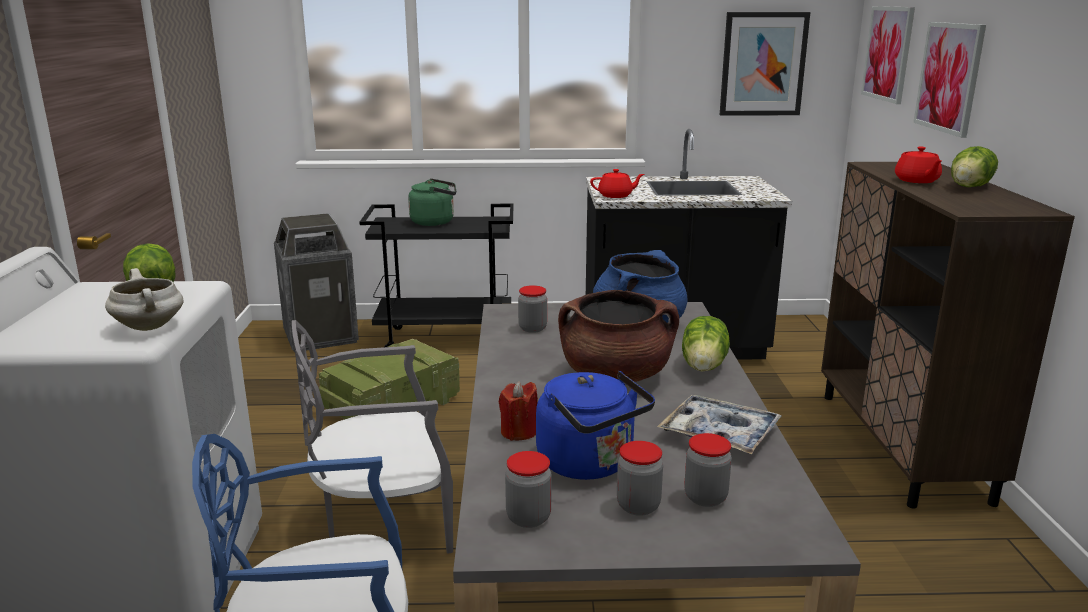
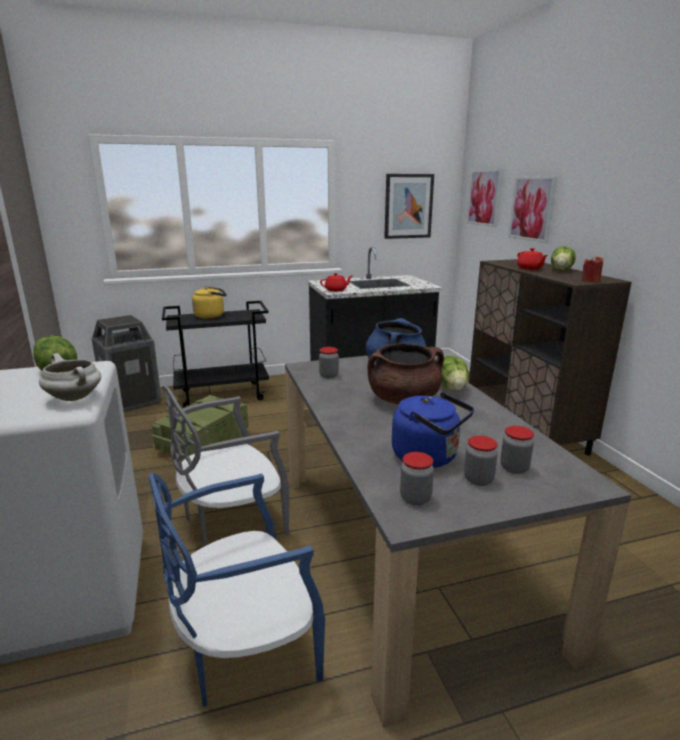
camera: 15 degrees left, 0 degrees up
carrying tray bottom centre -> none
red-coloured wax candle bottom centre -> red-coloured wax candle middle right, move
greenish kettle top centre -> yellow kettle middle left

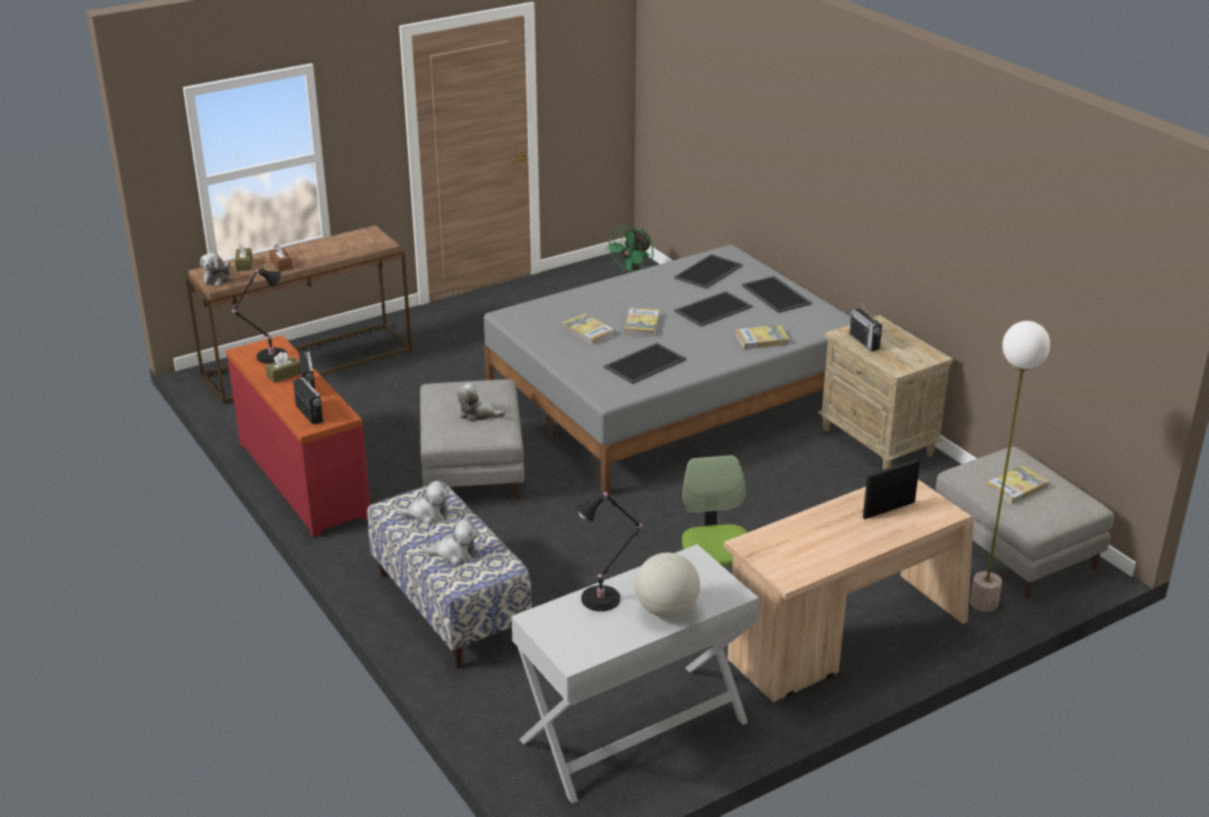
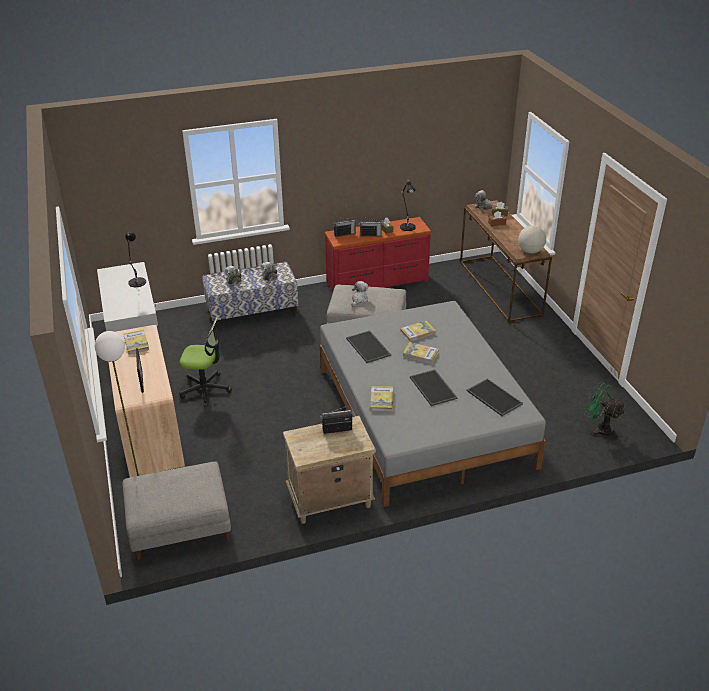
camera: 105 degrees right, 5 degrees up
carrying tray (4th from left) centre -> none
world globe bottom centre -> world globe middle right, move
volume (4th from left in the first image) middle right -> volume (1st from left) middle left, move

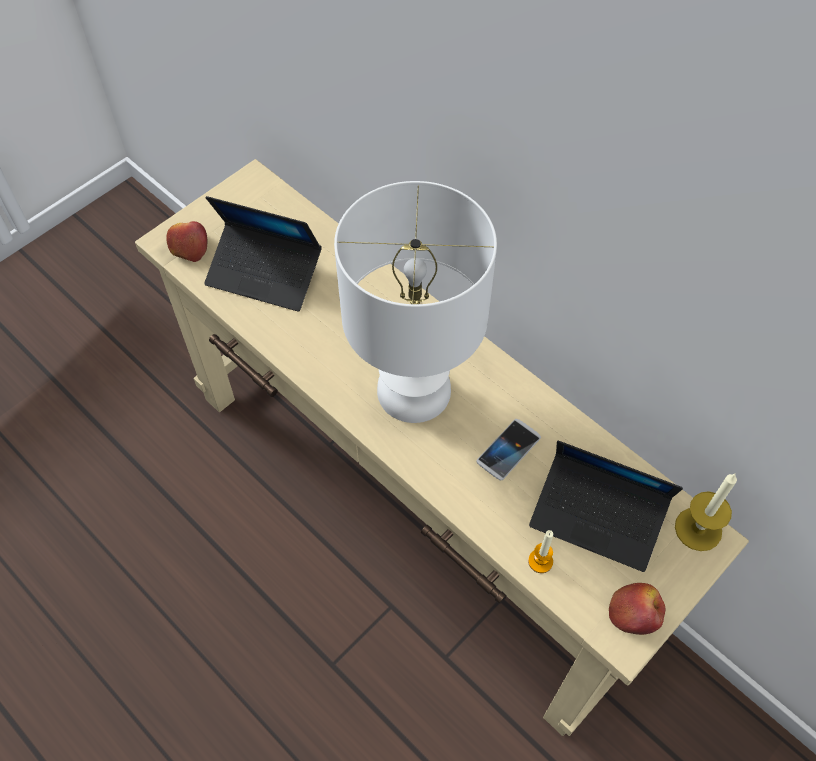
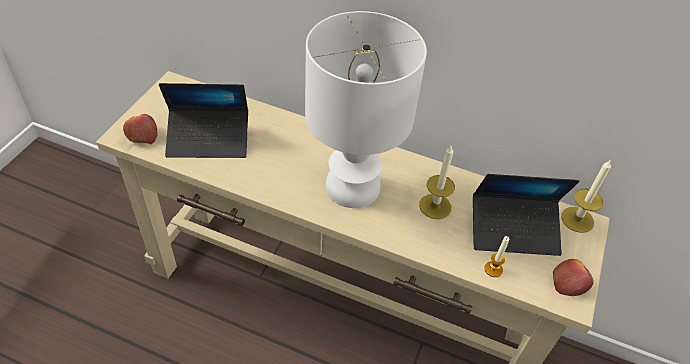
camera: 25 degrees left, 10 degrees down
telephone centre -> wax candle (1st from left) centre

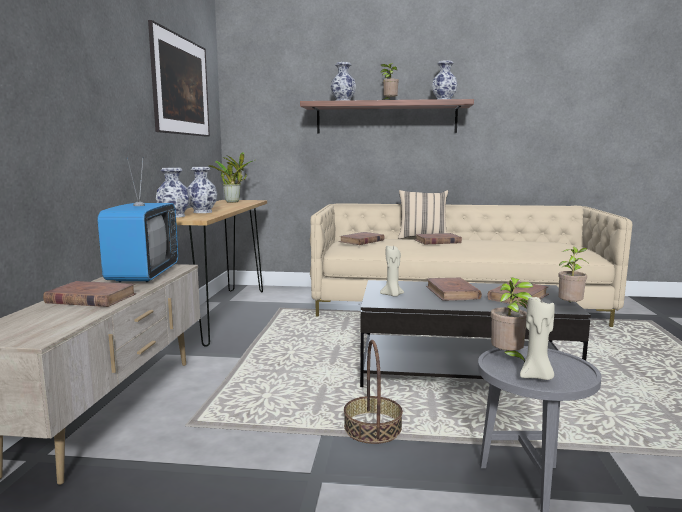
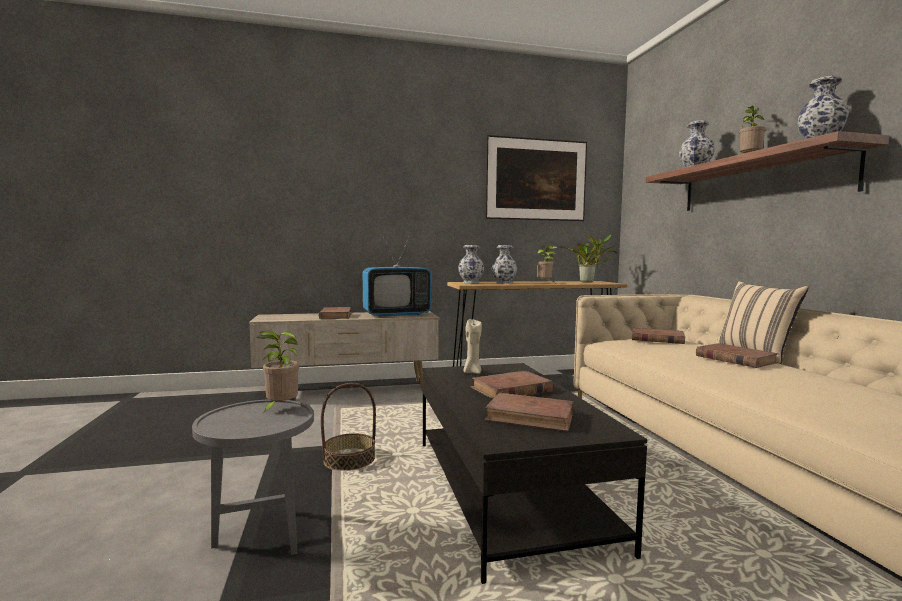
camera: 70 degrees right, 5 degrees down
beige wax candle (2nd from left) middle right -> none
potted plant (4th from left in the first image) middle right -> potted plant (2nd from left) centre, move

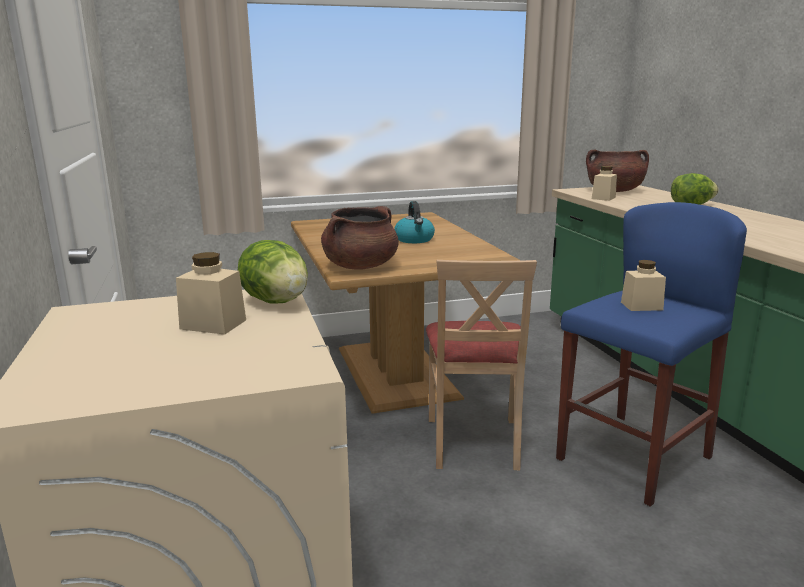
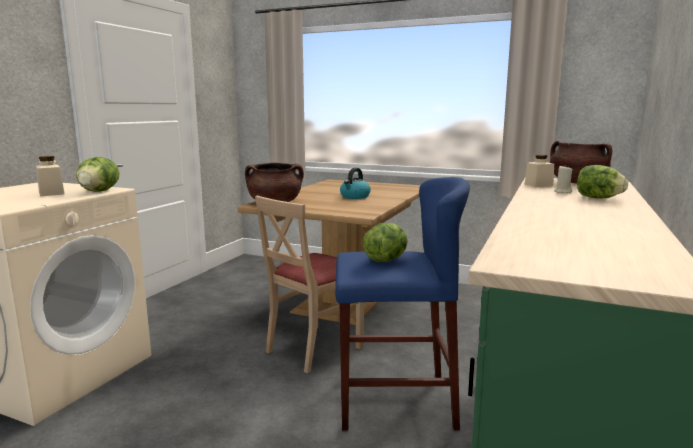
camera: 40 degrees right, 5 degrees down
none -> beige wax candle middle right
beige storage jar (3rd from left) middle right -> lettuce (2nd from left) centre

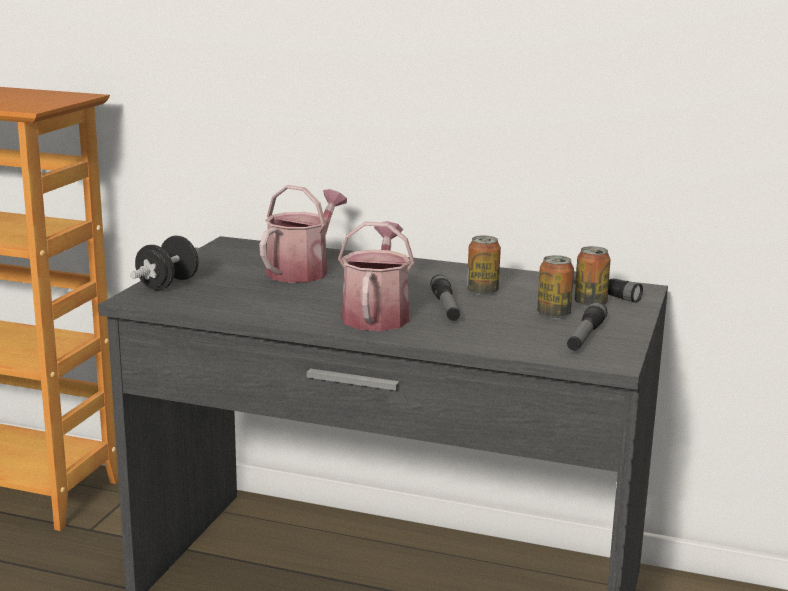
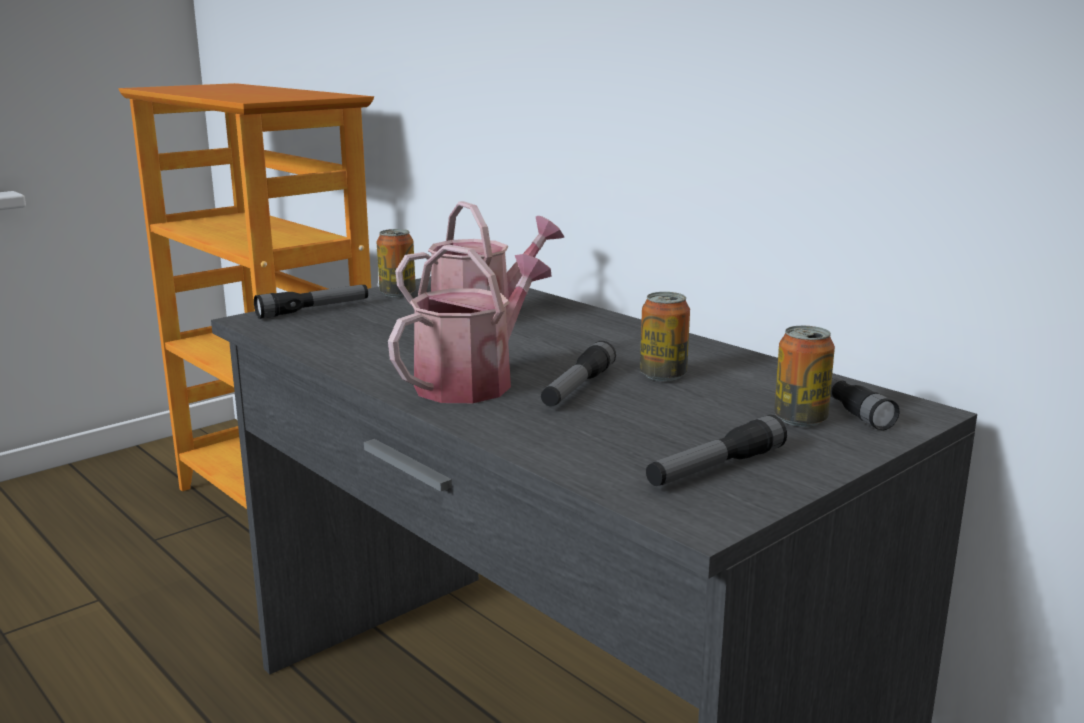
camera: 30 degrees right, 0 degrees up
can (2nd from left in the first image) middle right -> can (1st from left) centre, move
black-coloured hand weight middle left -> hand torch (1st from left) middle left

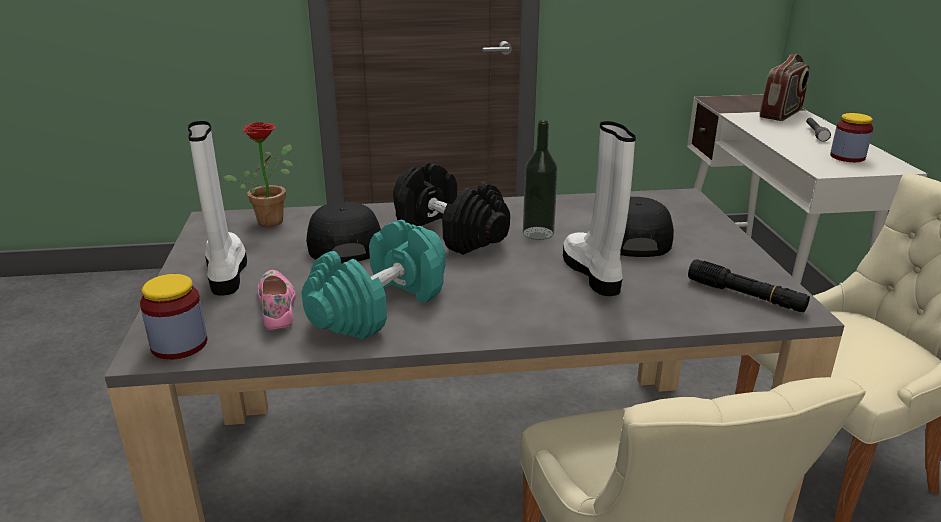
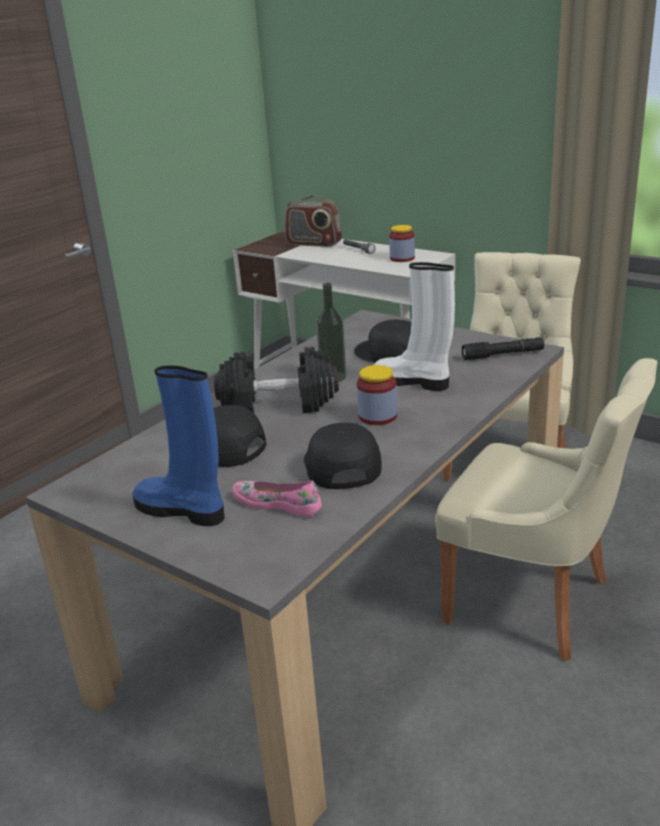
camera: 45 degrees left, 0 degrees up
potted plant middle left -> none
storage jar (1st from left) middle left -> storage jar (1st from left) centre, move
blue-green hand weight centre -> black-coloured peaked cap (2nd from left) centre
white-coloured boot (1st from left) middle left -> blue boot middle left
radio receiver top right -> radio receiver top centre, 120 degrees clockwise

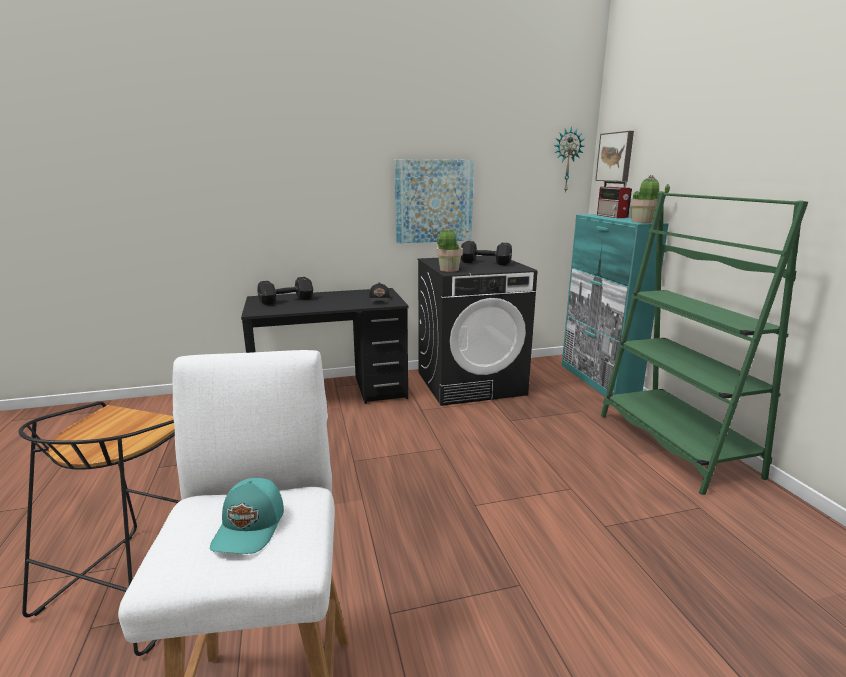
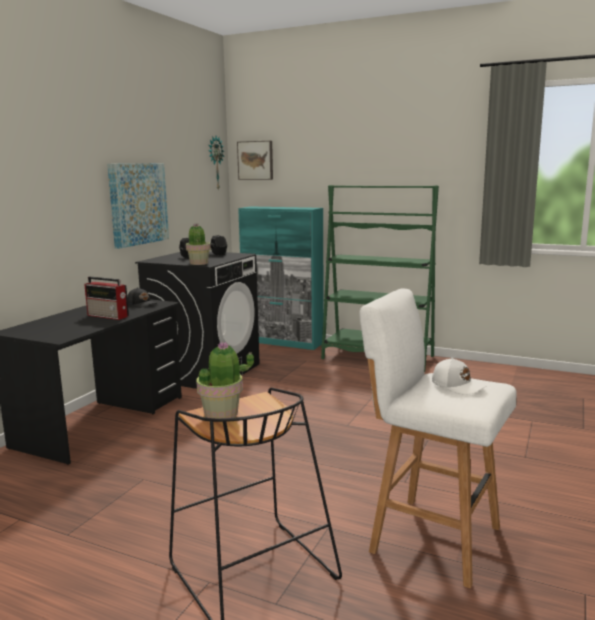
camera: 50 degrees left, 5 degrees down
black-coloured hand weight (1st from left) centre -> none
radio receiver top right -> radio receiver middle left, move
potted plant (2nd from left) top right -> potted plant (2nd from left) centre, move
blue-green peaked cap bottom left -> white-coloured peaked cap middle right

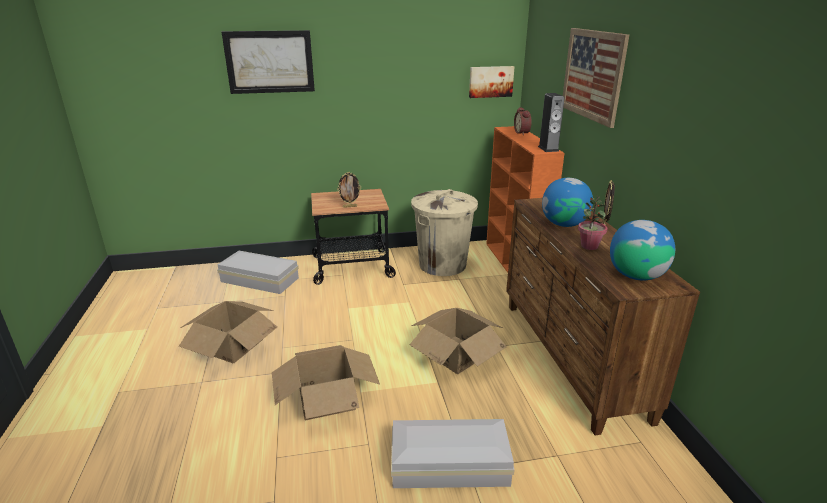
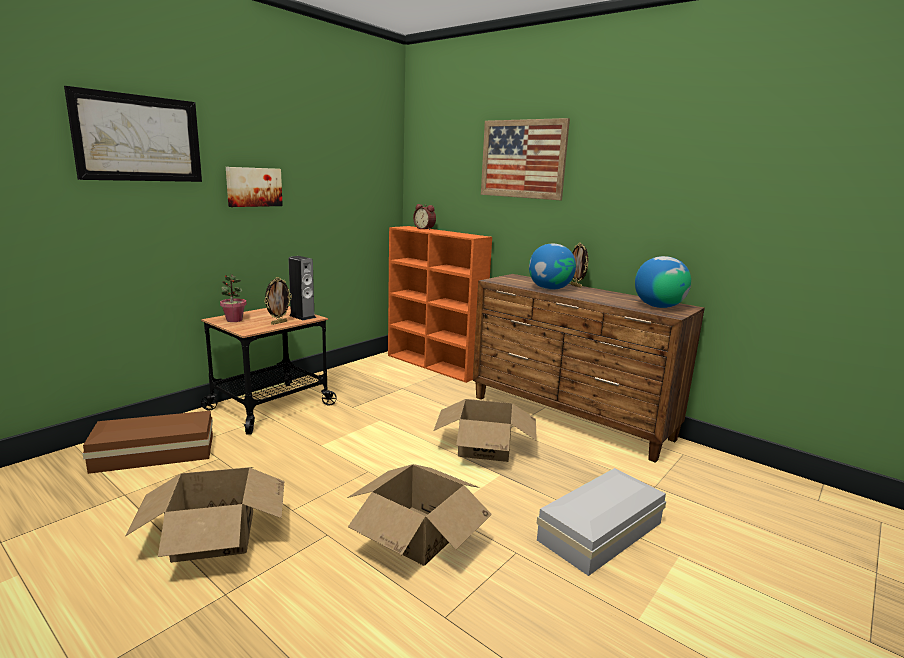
camera: 40 degrees left, 10 degrees down
beige waste bin centre -> none
wall art (2nd from left) top centre -> wall art (2nd from left) top left, move
loudspeaker top centre -> loudspeaker centre, move
potted plant middle right -> potted plant middle left, move
white-coloured storage box (1st from left) middle left -> brown-coloured storage box bottom left

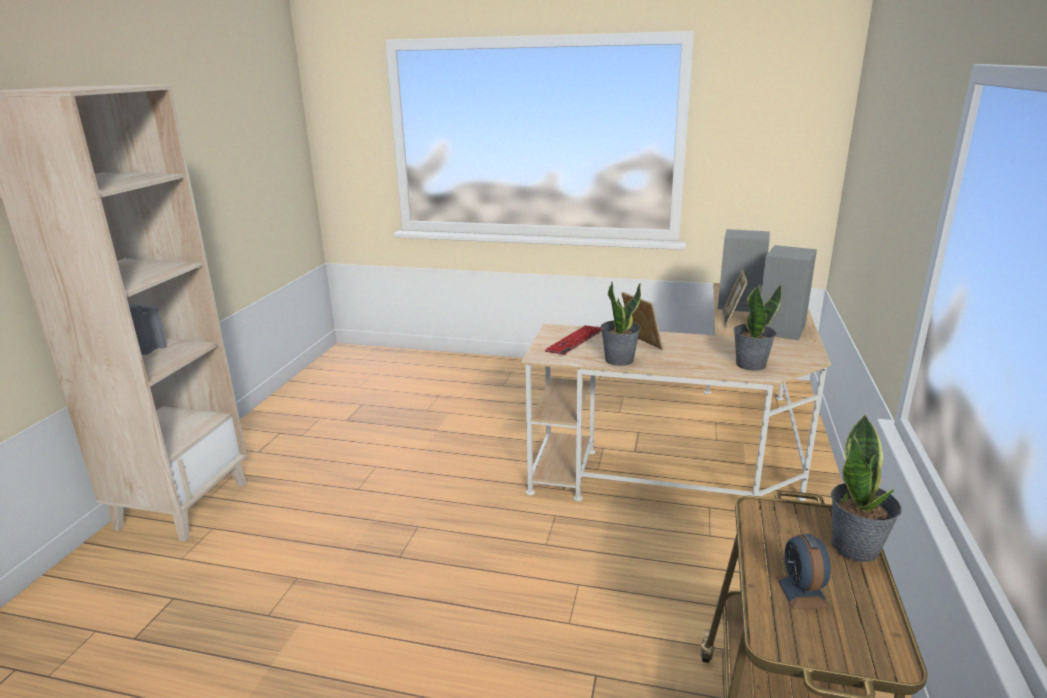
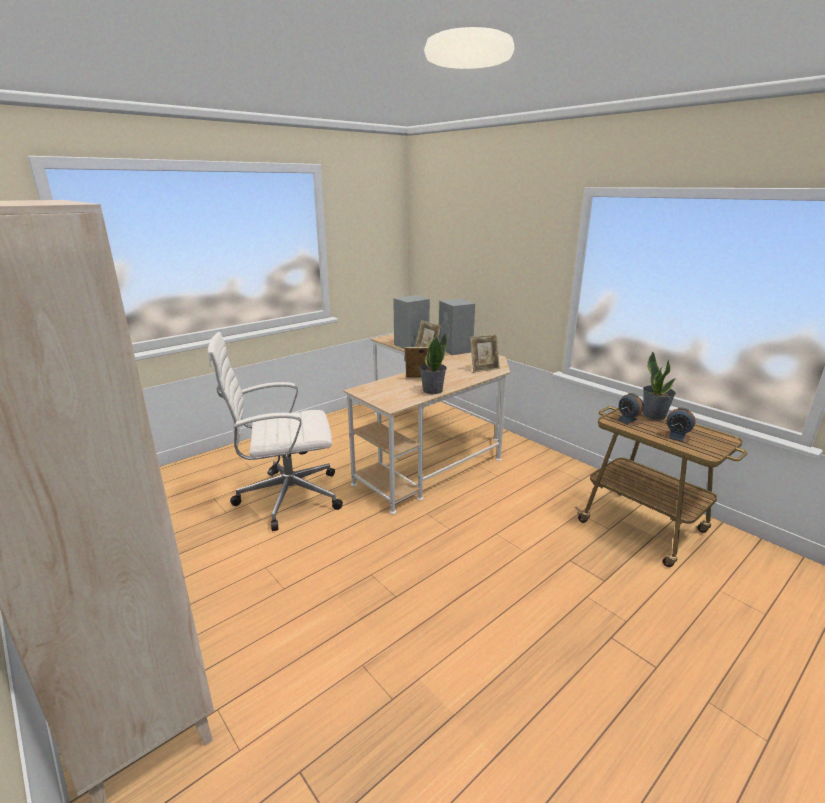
camera: 55 degrees left, 0 degrees up
PC keyboard centre -> none
none -> white-coloured desk chair centre
none -> alarm clock (1st from left) middle right
potted plant (2nd from left) middle right -> standing frame (3rd from left) centre

